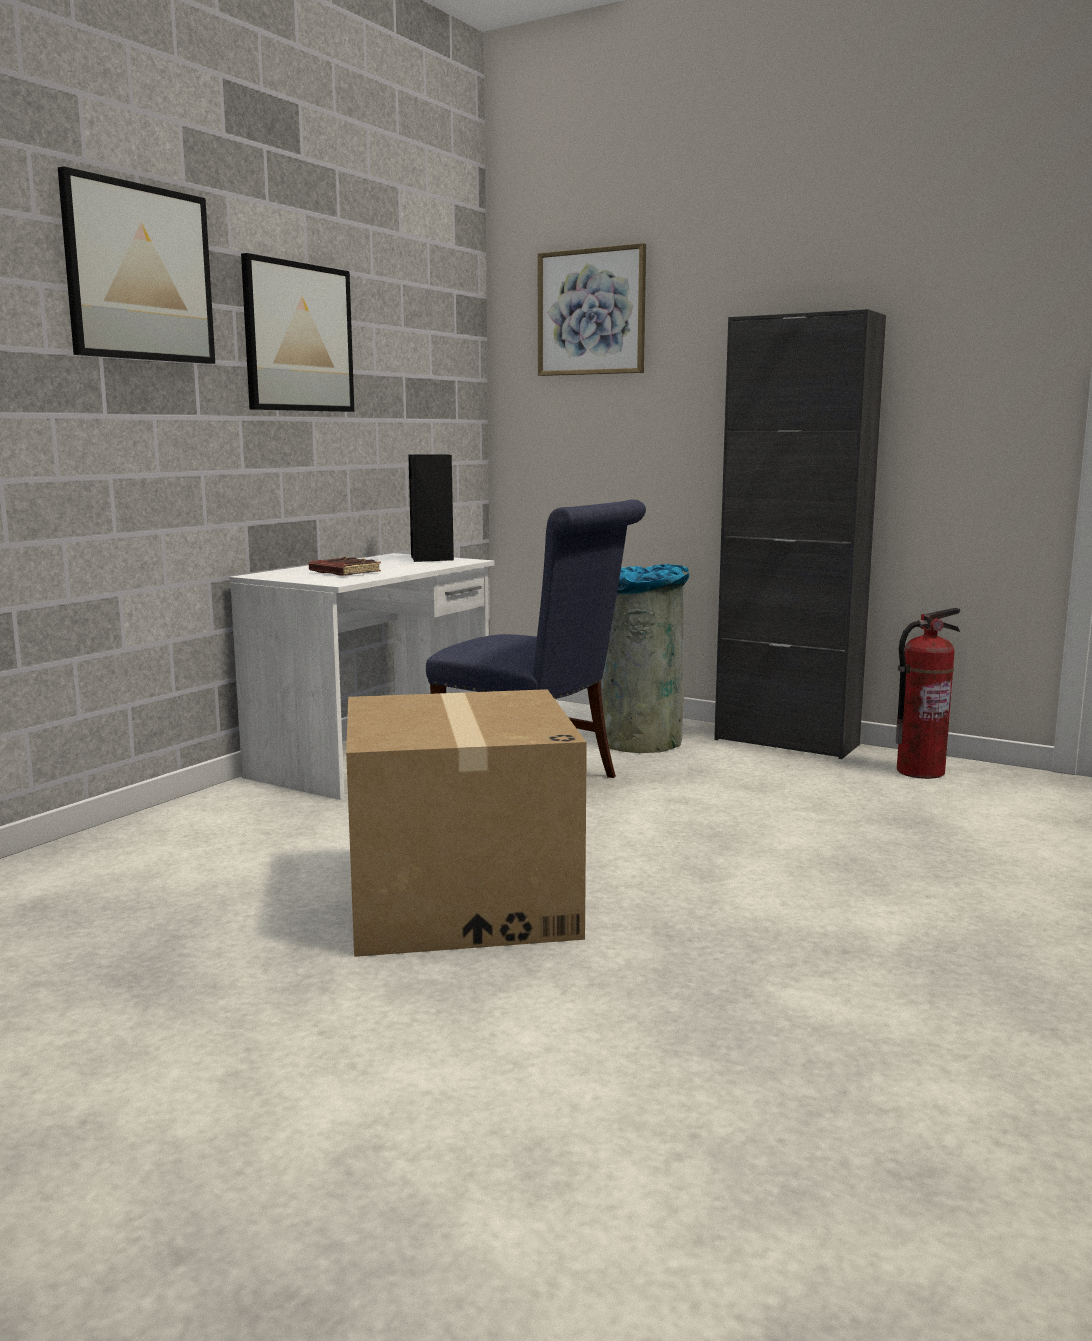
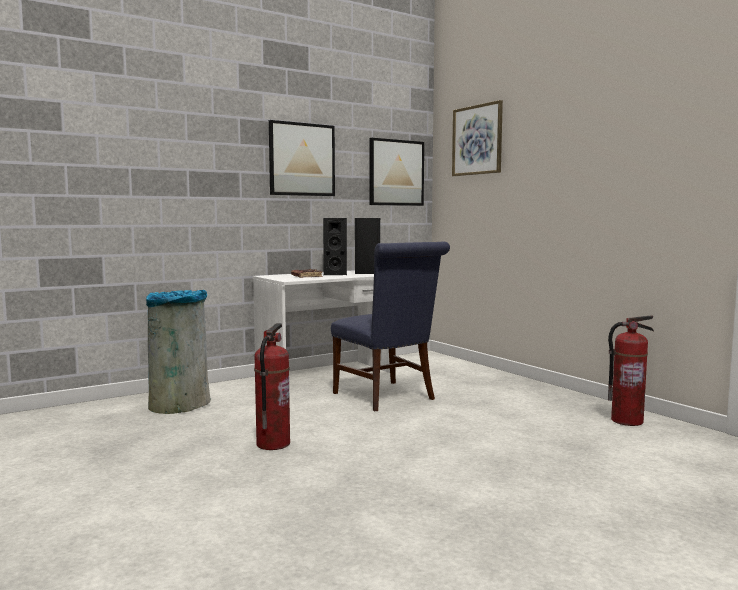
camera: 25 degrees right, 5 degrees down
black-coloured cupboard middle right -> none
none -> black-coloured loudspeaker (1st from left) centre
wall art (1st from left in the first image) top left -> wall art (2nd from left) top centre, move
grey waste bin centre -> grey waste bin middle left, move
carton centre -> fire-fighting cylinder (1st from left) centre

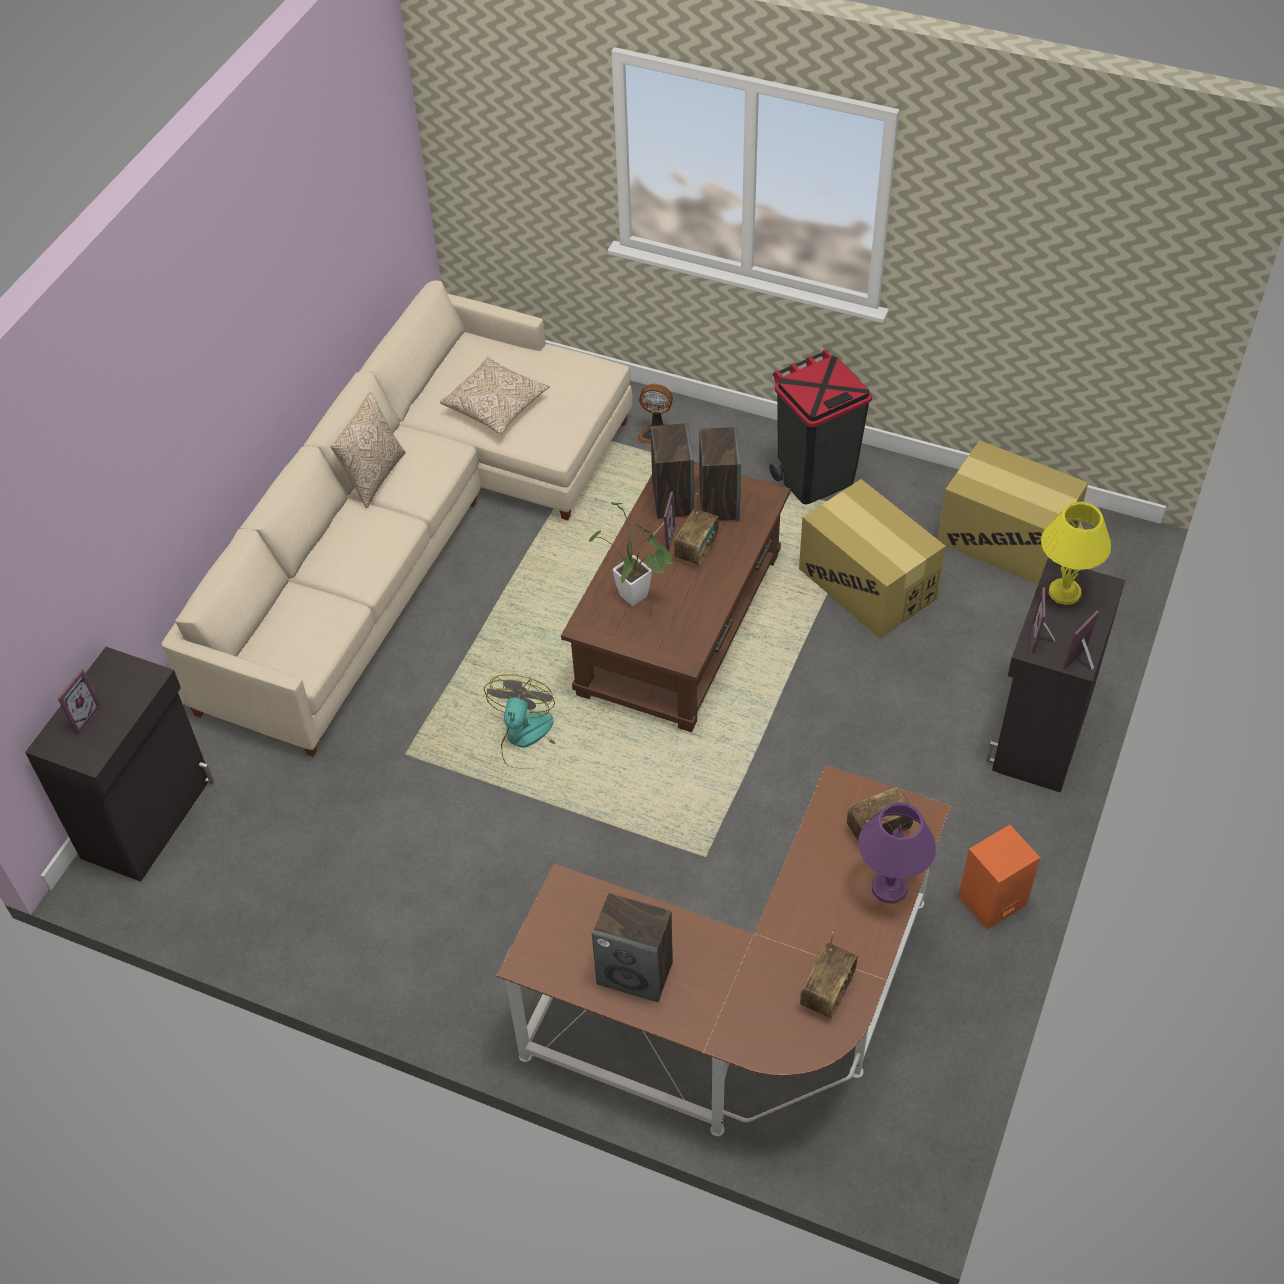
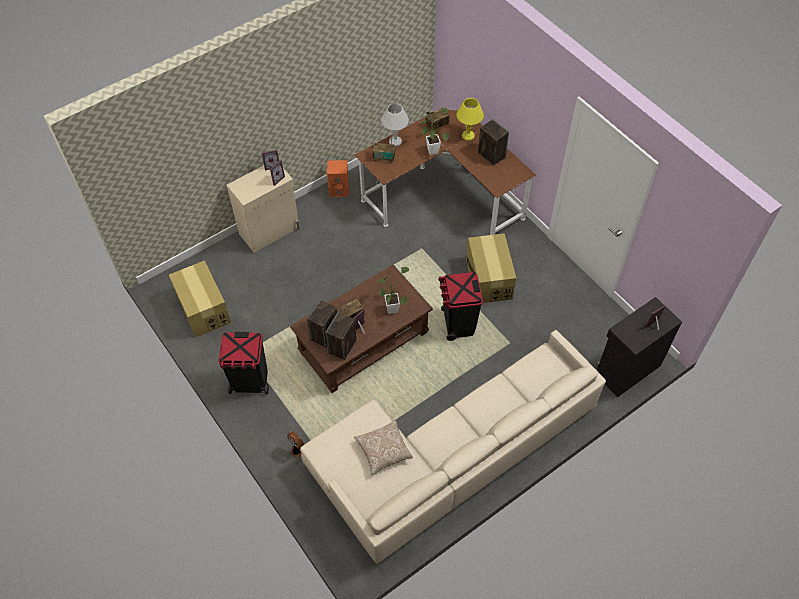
camera: 150 degrees left, 5 degrees up
pillow (1st from left) middle left -> none
none -> potted plant (2nd from left) top centre
carton (1st from left in the first image) middle right -> carton (2nd from left) centre, move
yellow lamp for a table middle right -> yellow lamp for a table top centre, move
electric fan (1st from left) centre -> black-coloured waste bin (2nd from left) centre
purple lamp for a table middle right -> white-coloured lamp for a table top centre
black-coloured cupboard (2nd from left) middle right -> beige cupboard middle left

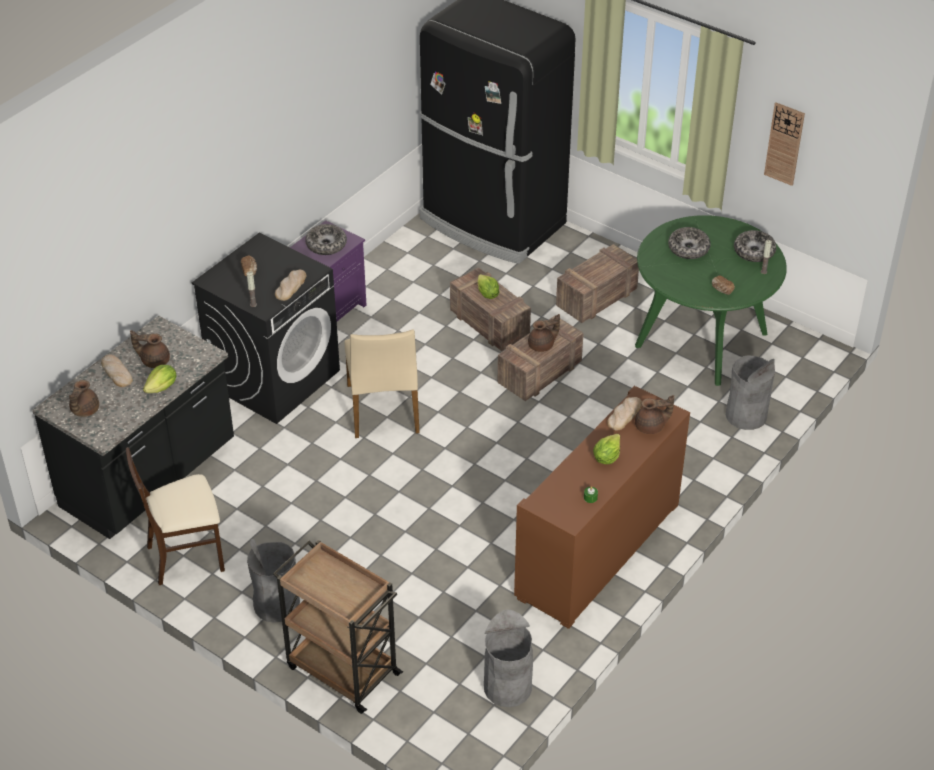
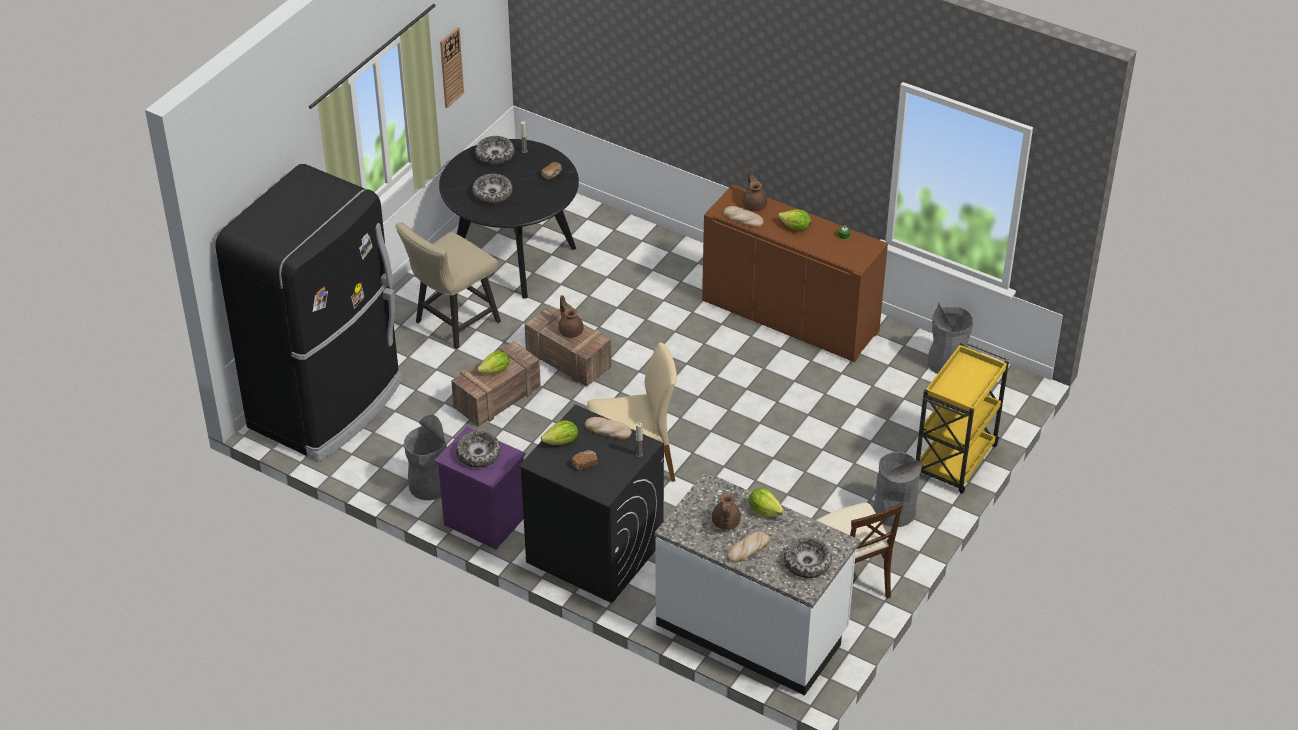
camera: 95 degrees left, 0 degrees up
none -> lettuce (2nd from left) centre
grey waste bin (3rd from left in the first image) middle right -> grey waste bin (1st from left) middle left, move
brown-coloured tea pot (1st from left) middle left -> deep dish (4th from left) bottom centre
crate (3rd from left) centre -> beige upright chair (1st from left) centre
black-coloured kitchen base unit middle left -> white-coloured kitchen base unit bottom centre
brown-coloured cart bottom centre -> yellow cart middle right
greenish dinner table middle right -> black-coloured dinner table top centre

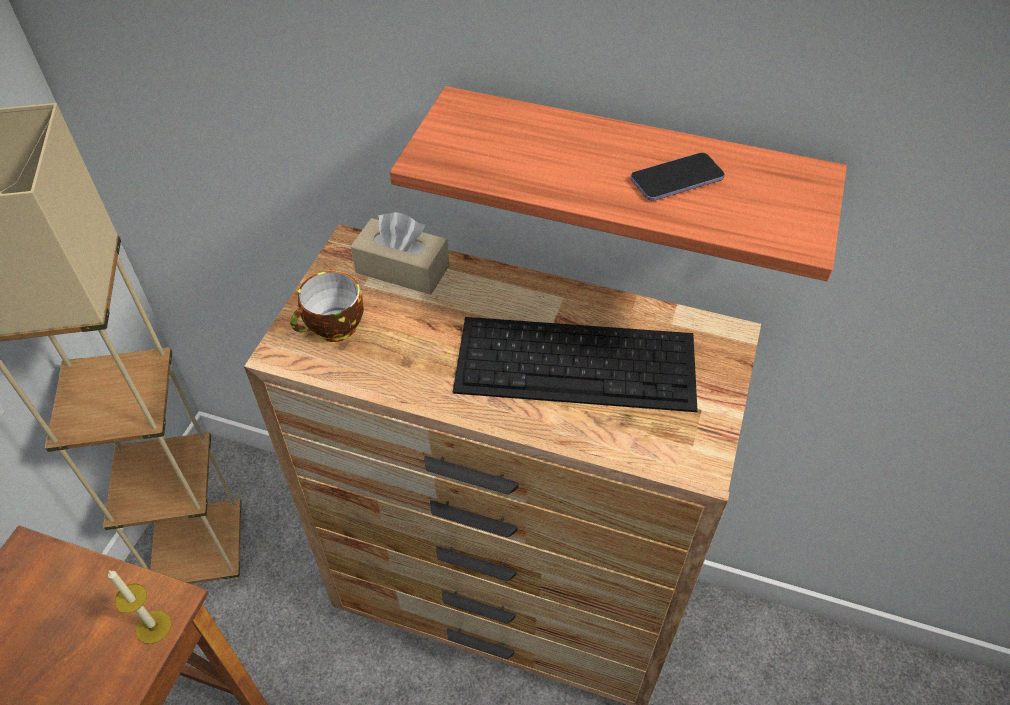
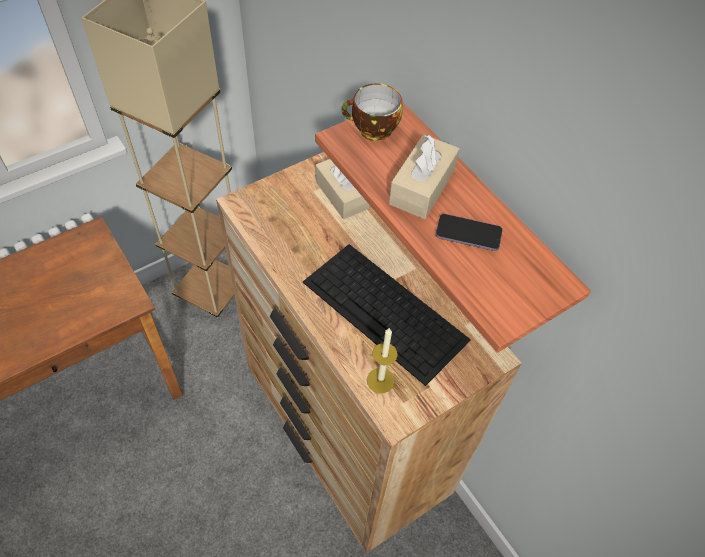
camera: 35 degrees right, 5 degrees up
none -> beige box of tissues (2nd from left) top centre
wax candle bottom left -> wax candle centre, move
small cup middle left -> small cup top centre, move

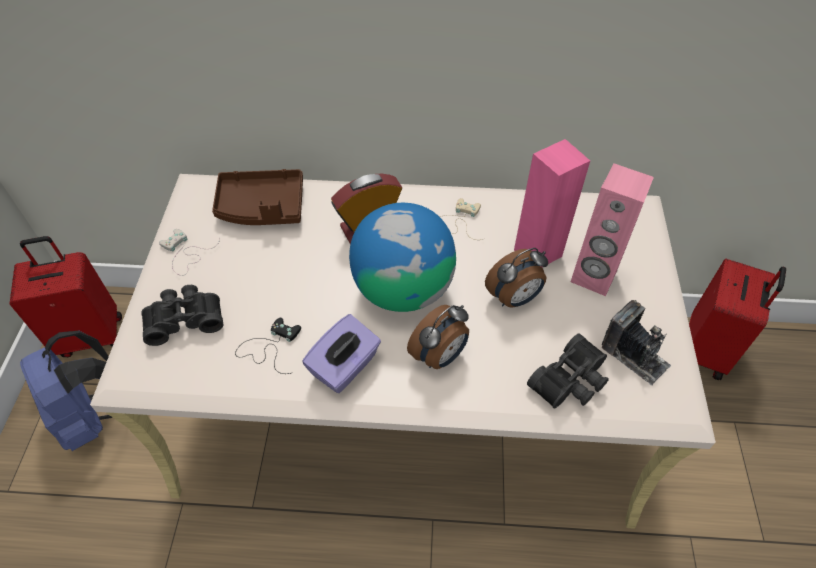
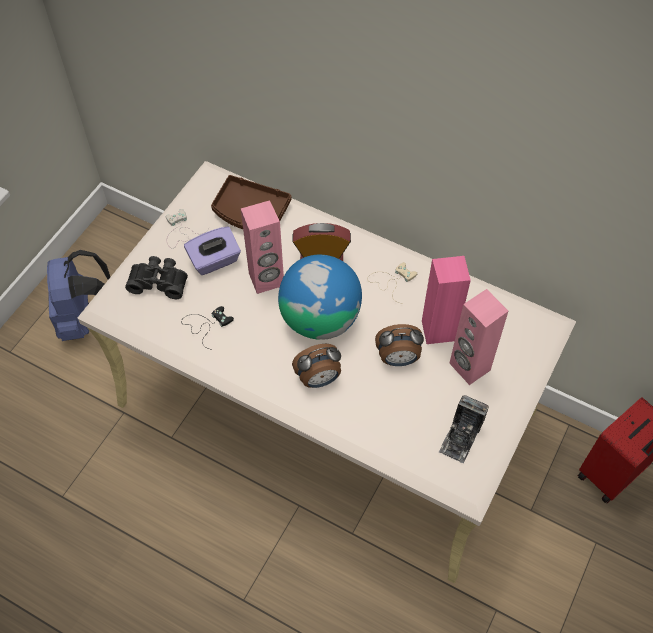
camera: 25 degrees right, 5 degrees up
red-coloured travel case (1st from left) middle left -> none
black-coloured pair of binoculars (2nd from left) middle right -> none
none -> pinkish loudspeaker (1st from left) centre
purple box of tissues centre -> purple box of tissues middle left, move
still camera middle right -> still camera bottom right, 45 degrees clockwise

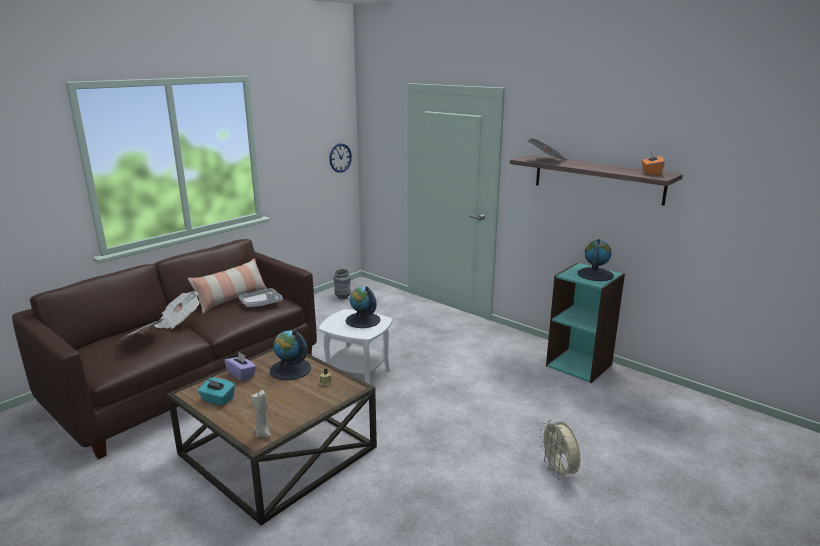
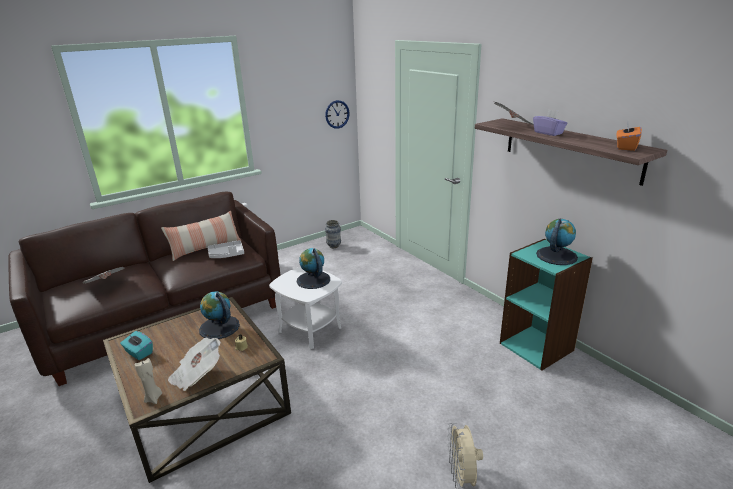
camera: 15 degrees right, 5 degrees up
daily paper (2nd from left) middle left -> daily paper (2nd from left) bottom left, move
purple box of tissues bottom left -> purple box of tissues top right, move

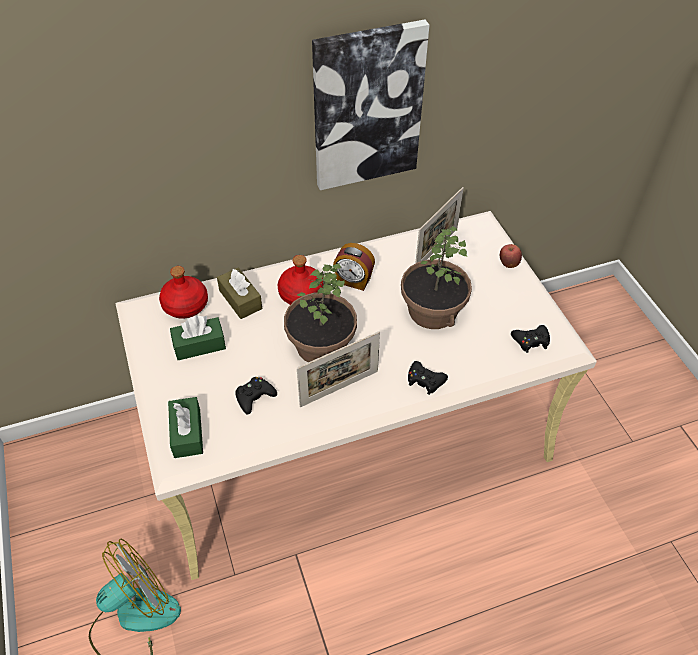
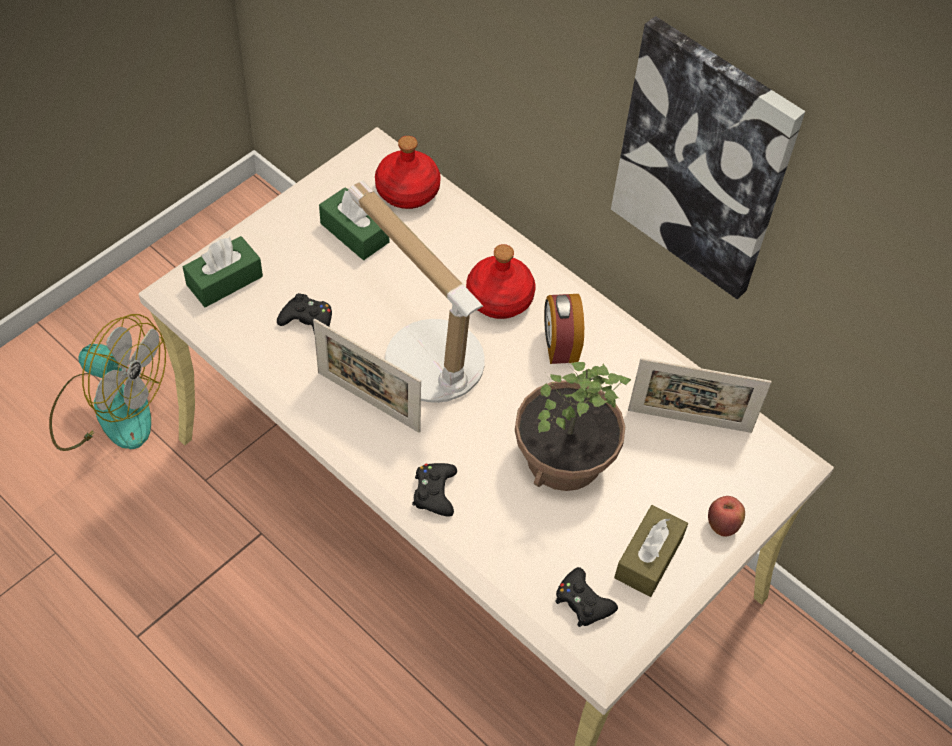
camera: 60 degrees right, 5 degrees up
brown-coloured box of tissues centre -> brown-coloured box of tissues bottom right, move
potted plant (1st from left) centre -> lamp for a table centre

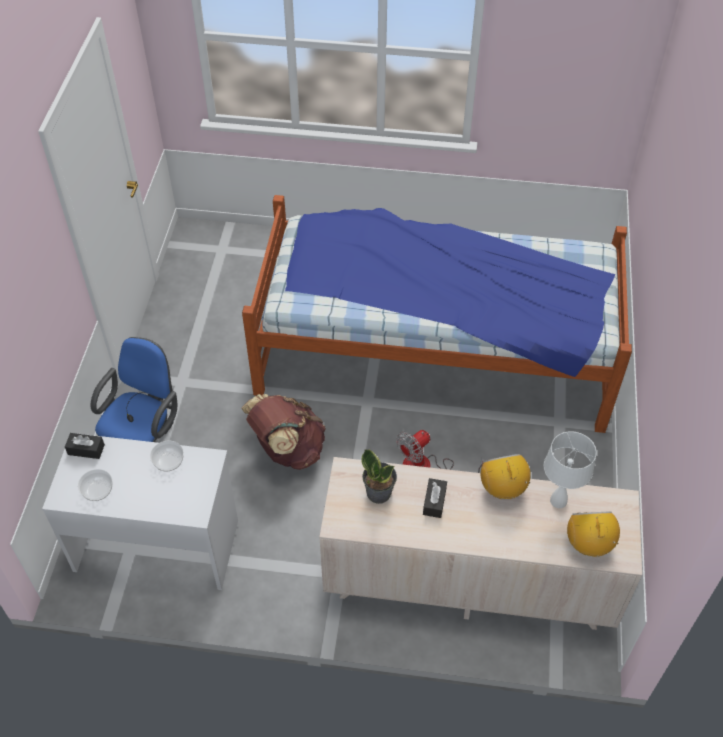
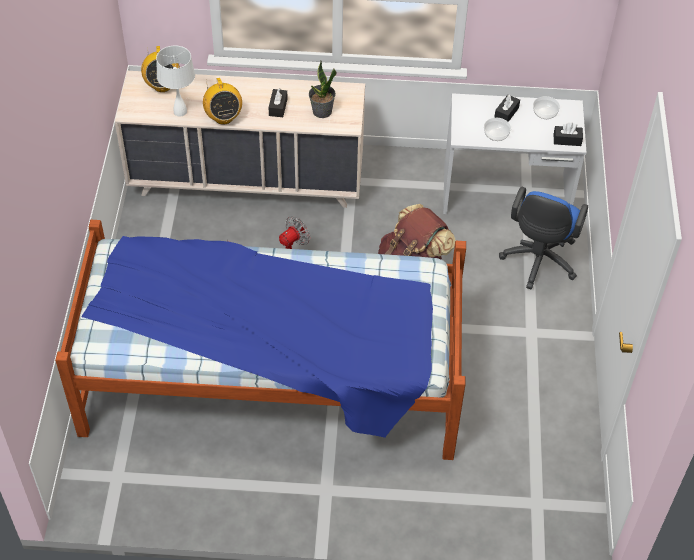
camera: 175 degrees right, 0 degrees up
none -> black-coloured box of tissues (2nd from left) top right

